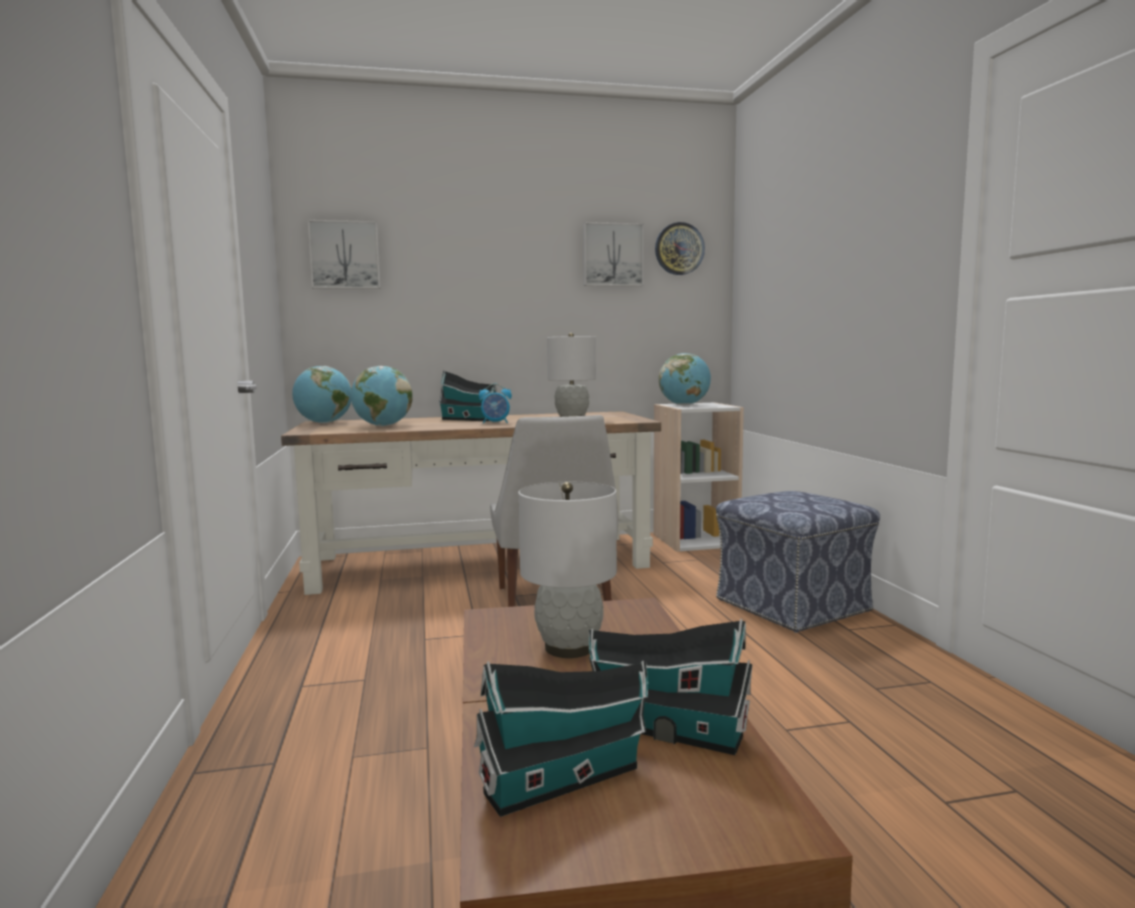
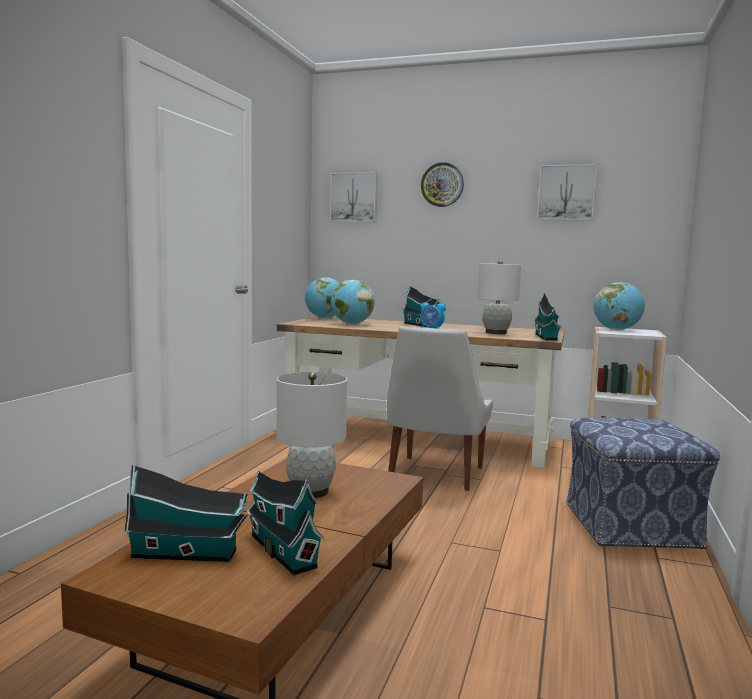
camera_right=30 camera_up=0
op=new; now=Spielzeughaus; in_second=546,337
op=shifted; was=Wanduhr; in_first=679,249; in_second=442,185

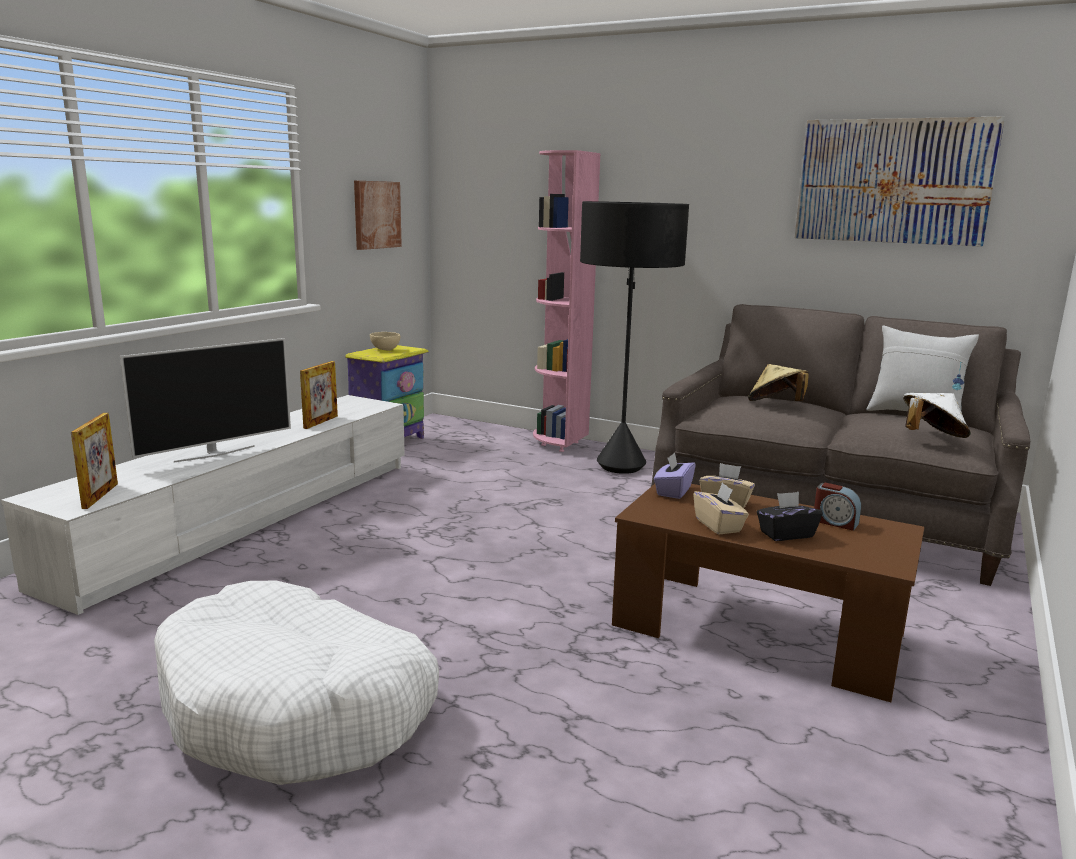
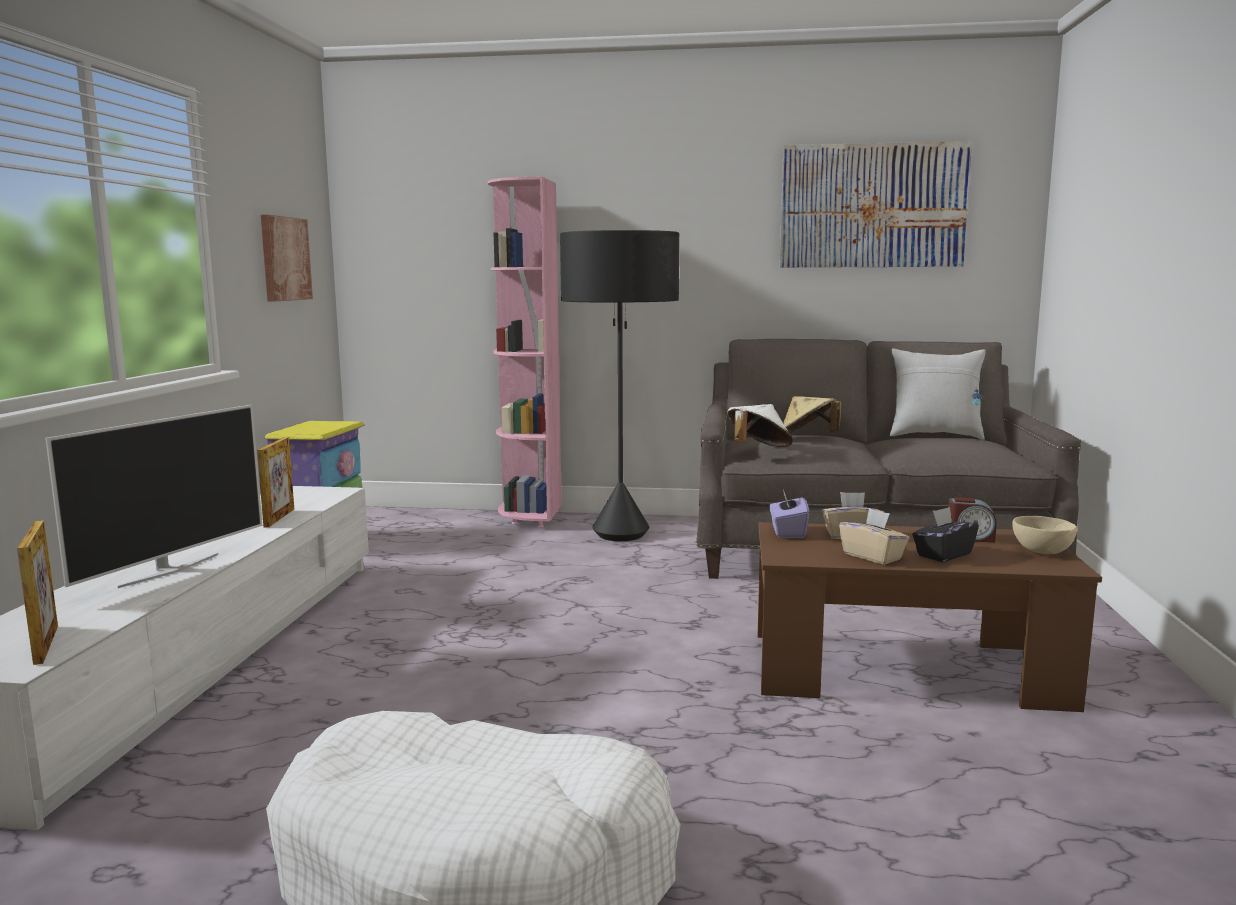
camera_right=-20 camera_up=-5
op=shifted; was=Schüssel (beige); in_first=385,350; in_second=1042,552
op=shifted; was=Hut (weiß); in_first=931,437; in_second=758,449

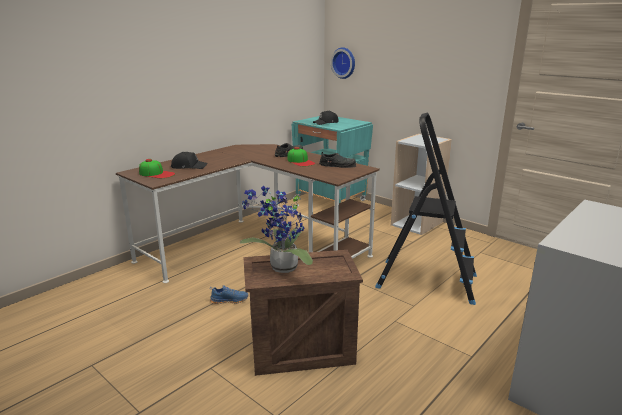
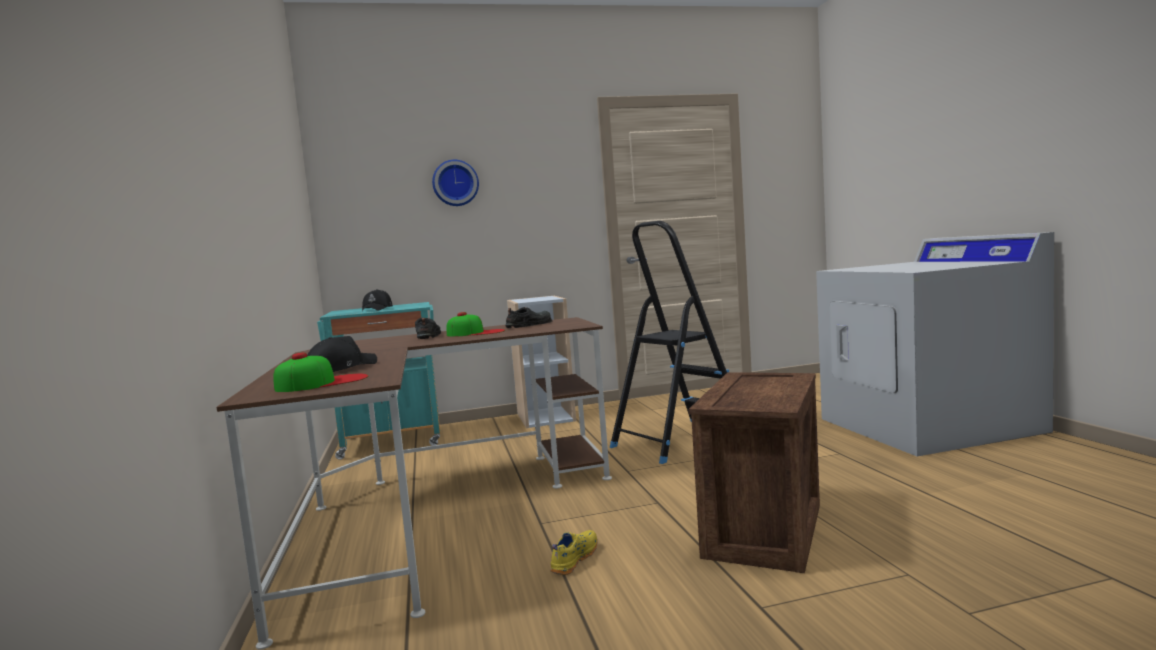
camera_right=-55 camera_up=-15
op=gone; was=Topfpflanze; in_first=281,268
op=shifted; was=Wanduhr; in_first=344,63; in_second=455,183
op=repainted; was=Schuh (blau); now=Schuh (gelb); in_first=229,300; in_second=573,559

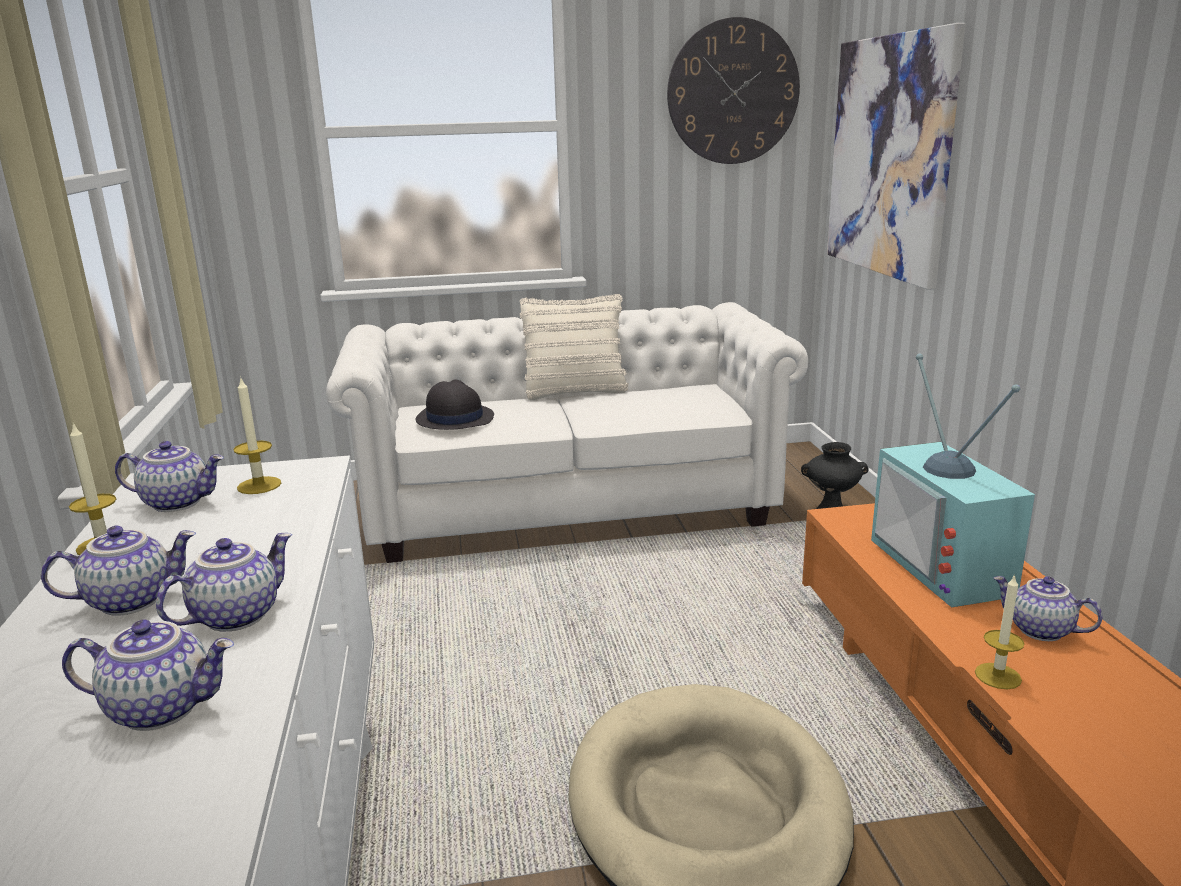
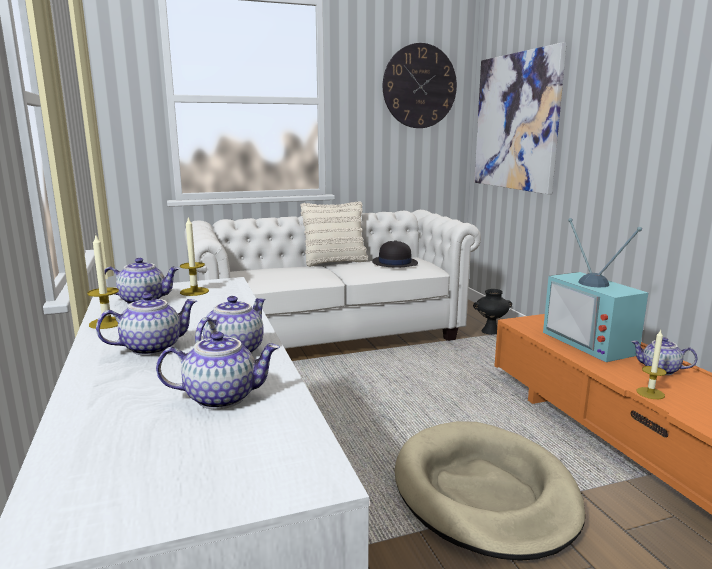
camera_right=-10 camera_up=-5
op=shifted; was=Hut (schwarz); in_first=454,418; in_second=394,263

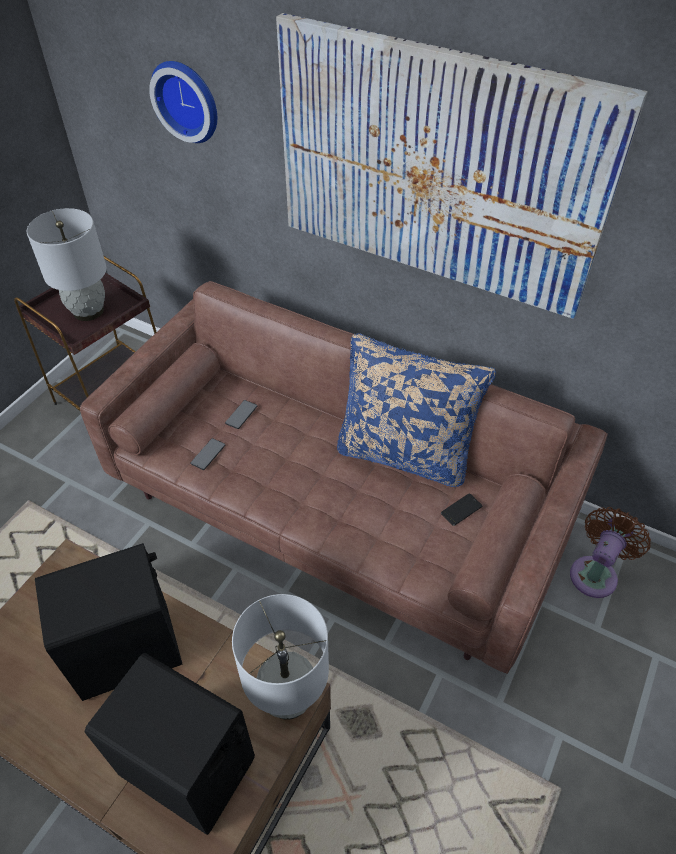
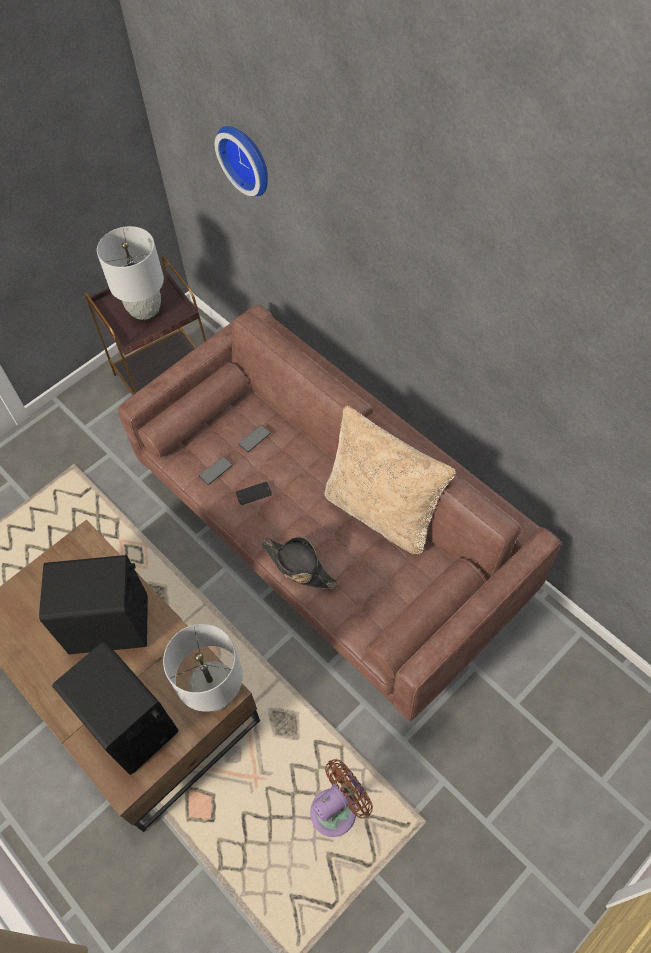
camera_right=20 camera_up=10
op=gone; was=Bild; in_first=435,169
op=new; now=Hut (schwarz); in_second=298,566
op=shifted; was=Handy; in_first=461,510; in_second=253,493
op=shifted; was=Ventilator (braun); in_first=595,573; in_second=338,809
op=repainted; was=Kissen (blau); now=Kissen (beige); in_first=404,458; in_second=382,514

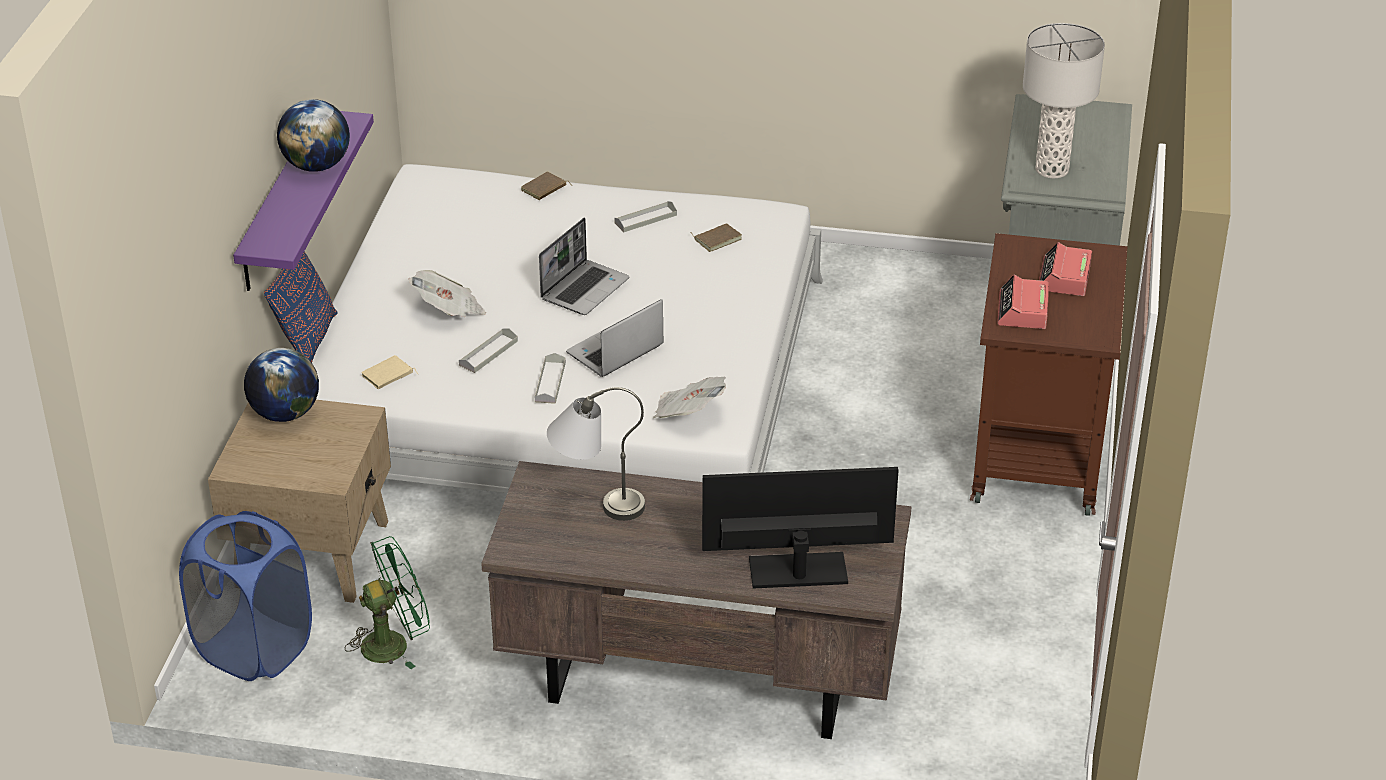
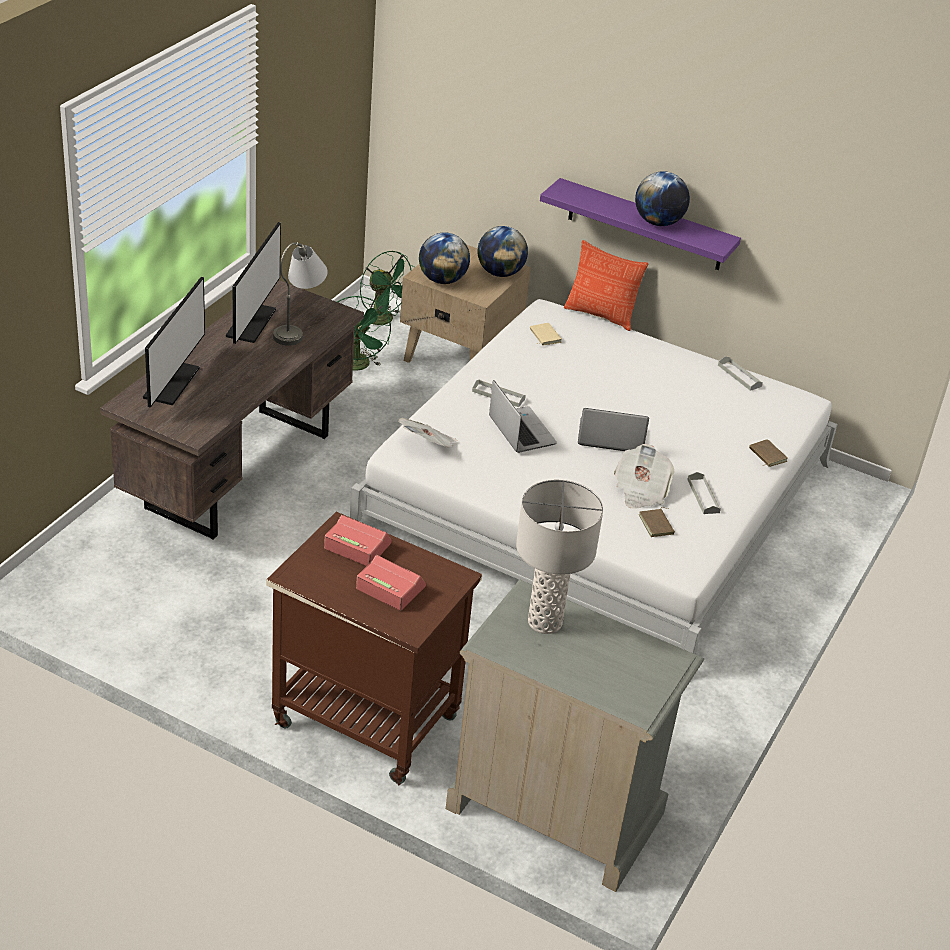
camera_right=105 camera_up=0
op=new; now=Monitor; in_second=251,323
op=new; now=Globus; in_second=442,280
op=shifted; was=Zeitung; in_first=449,310; in_second=640,491
op=shifted; was=Tablett (grau); in_first=488,353; in_second=739,376
op=swapped; was=Wäschekorb (blau); now=Ventilator (grün); in_first=254,648; in_second=384,320
op=repainted; was=Kissen (blau); now=Kissen (orange); in_first=307,342; in_second=601,315
op=rotated; was=Laptop; in_first=584,289; in_second=610,438; clockwise=135

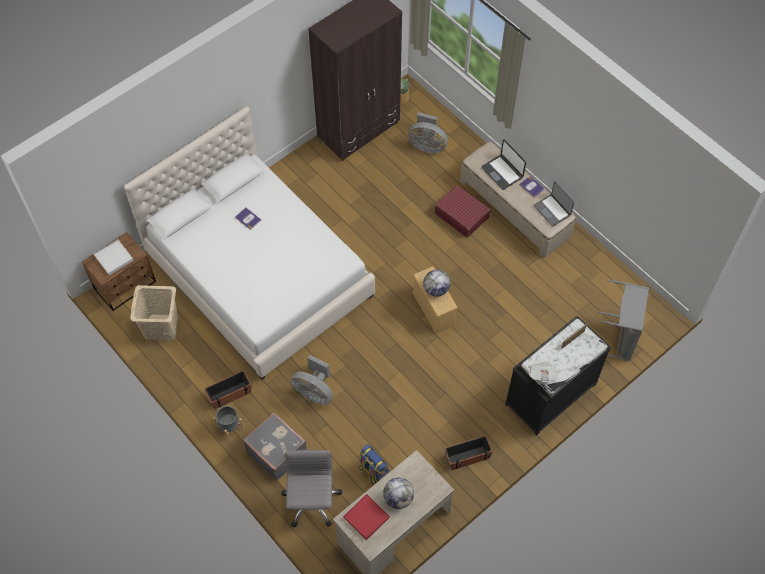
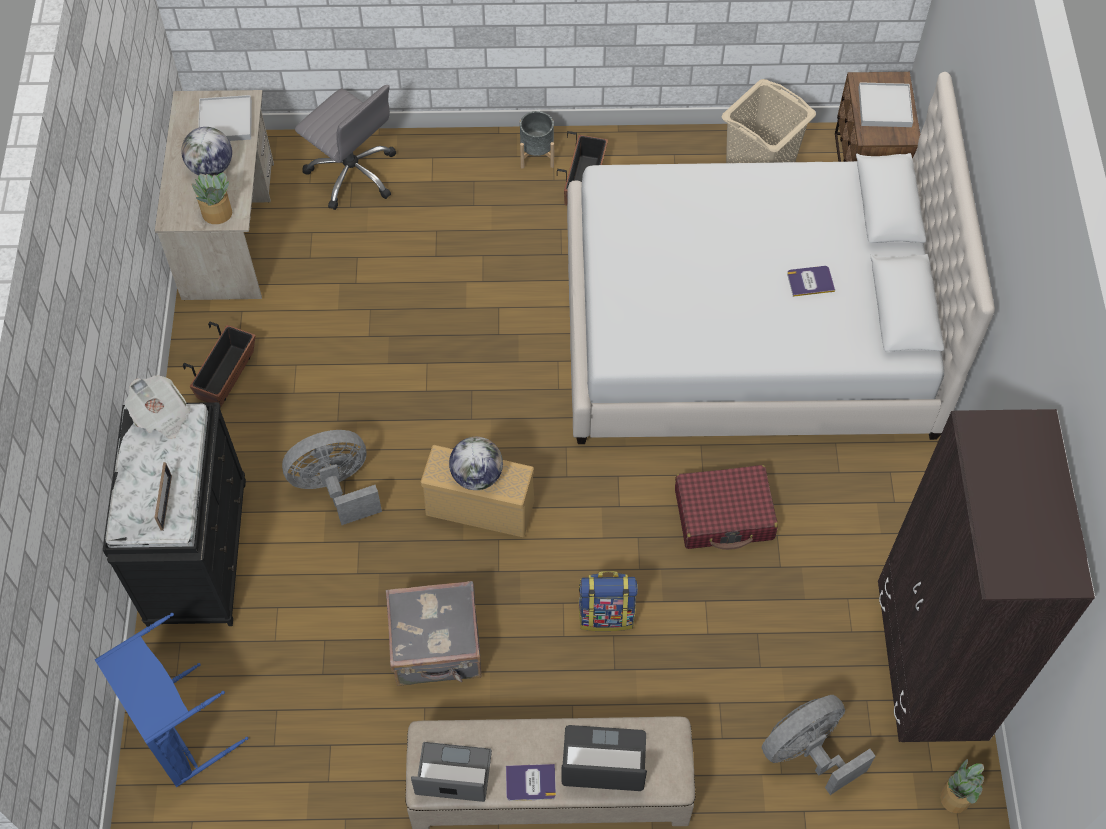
camera_right=130 camera_up=0
op=new; now=Topfpflanze; in_second=218,213
op=shifted; was=Koffer (grau); in_first=277,451; in_second=437,648
op=shifted; was=Ventilator (grau); in_first=314,392; in_second=336,488
op=shifted; was=Rucksack; in_first=373,472; in_second=606,614
op=shifted; was=Koffer (rot); in_first=461,215; in_second=724,514
op=repainted; was=Tablett (rot); now=Tablett (weiß); in_first=366,517; in_second=225,121
op=repainted; was=Wäschekorb (grau); now=Wäschekorb (blau); in_first=619,337; in_second=176,732

